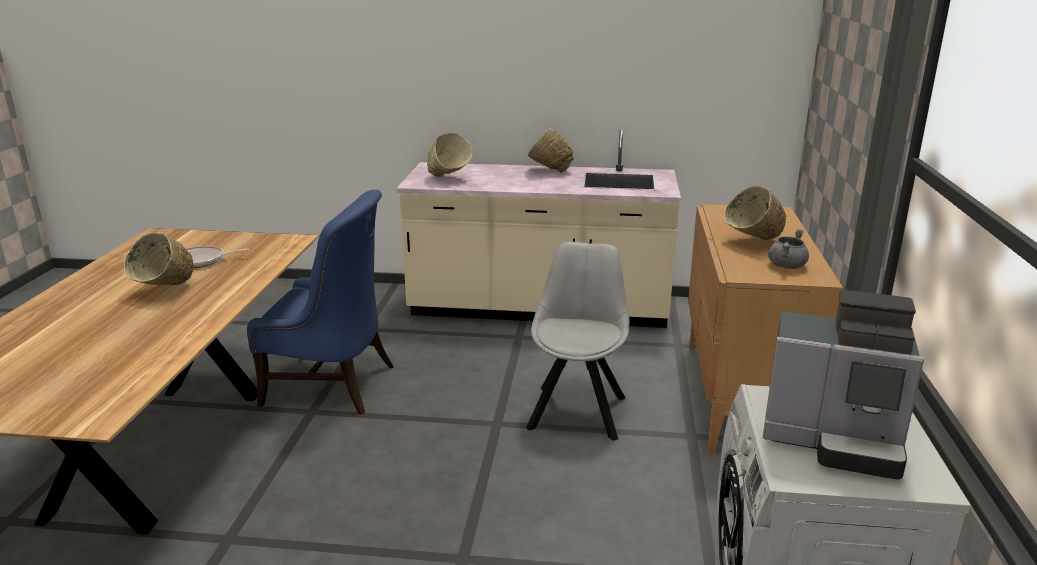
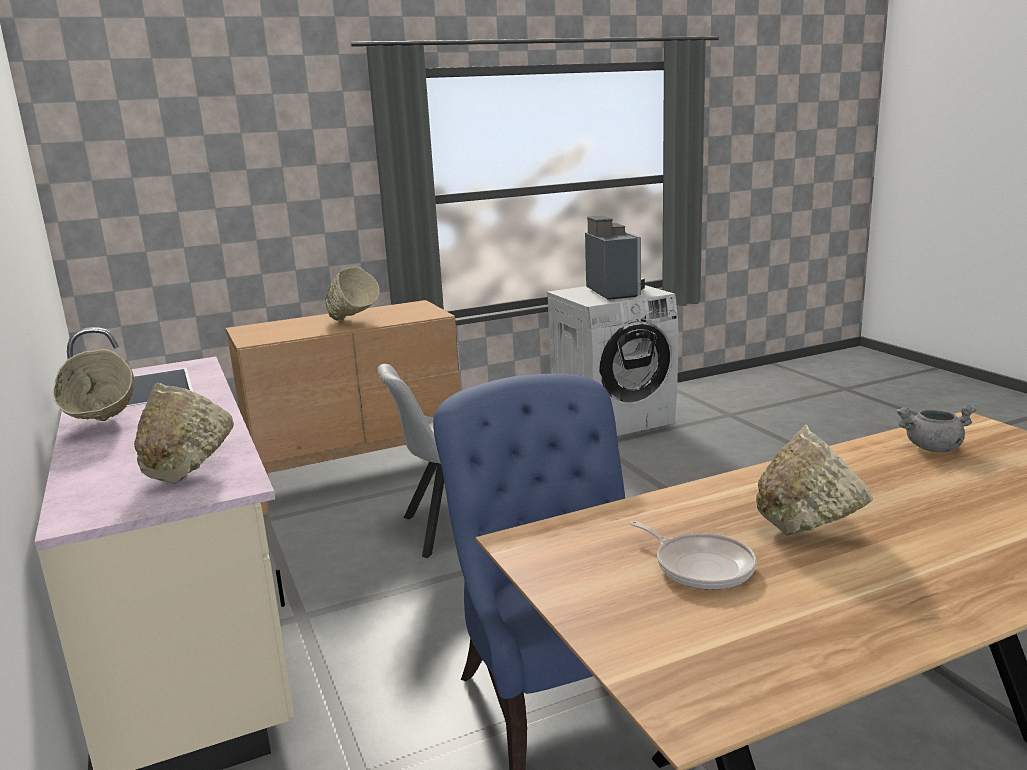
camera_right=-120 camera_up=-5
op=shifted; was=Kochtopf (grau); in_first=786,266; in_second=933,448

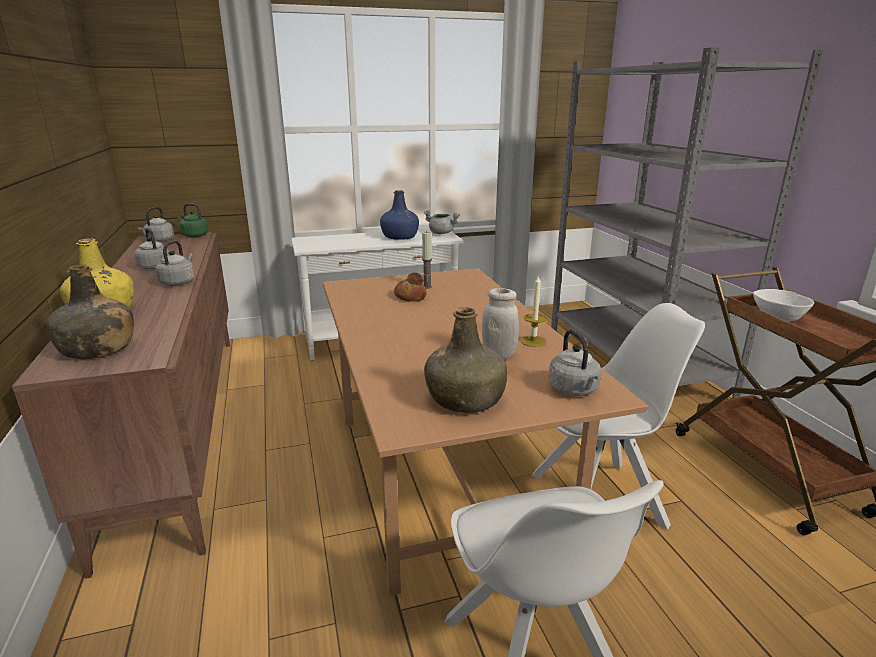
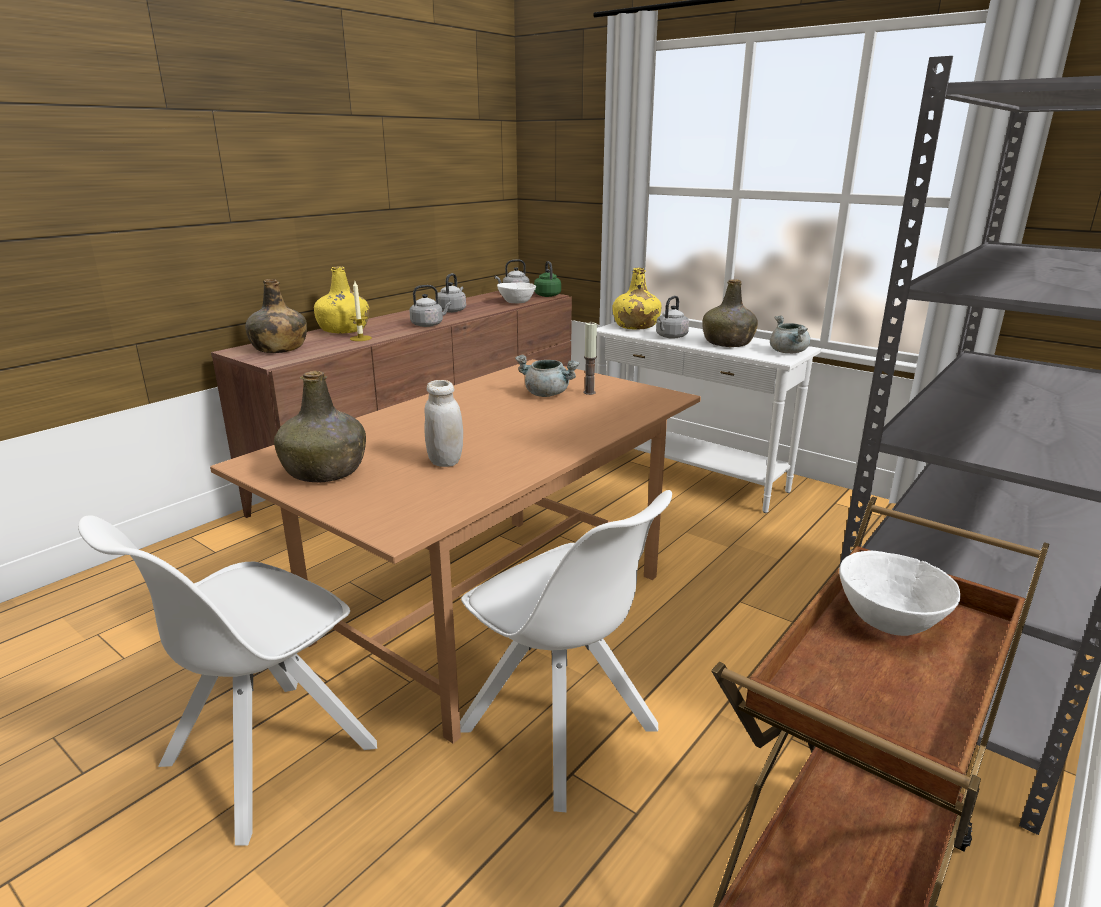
camera_right=55 camera_up=0
op=new; now=Schüssel (weiß); in_second=517,302
op=new; now=Flasche (gelb); in_second=635,326
op=shifted; was=Kerze; in_first=533,341; in_second=360,338
op=shifted; was=Wasserkessel (grau); in_first=574,390; in_second=670,337
op=swapped; was=Brot; now=Kochtopf (grau); in_first=410,297; in_second=547,394
op=repainted; was=Flasche (blau); now=Flasche (grün); in_first=400,237; in_second=728,343

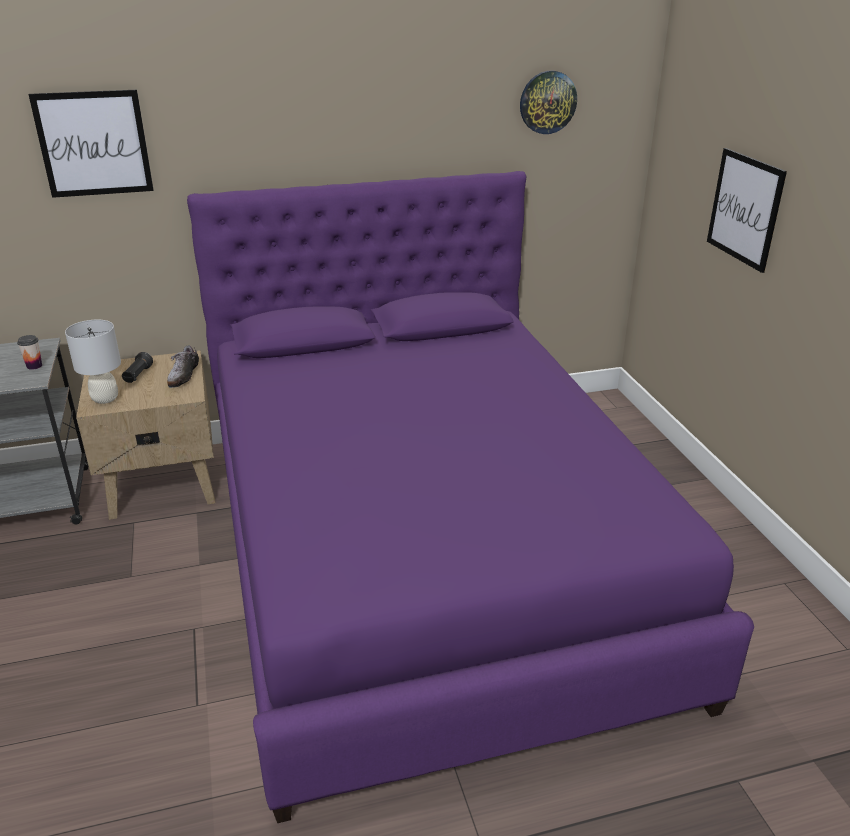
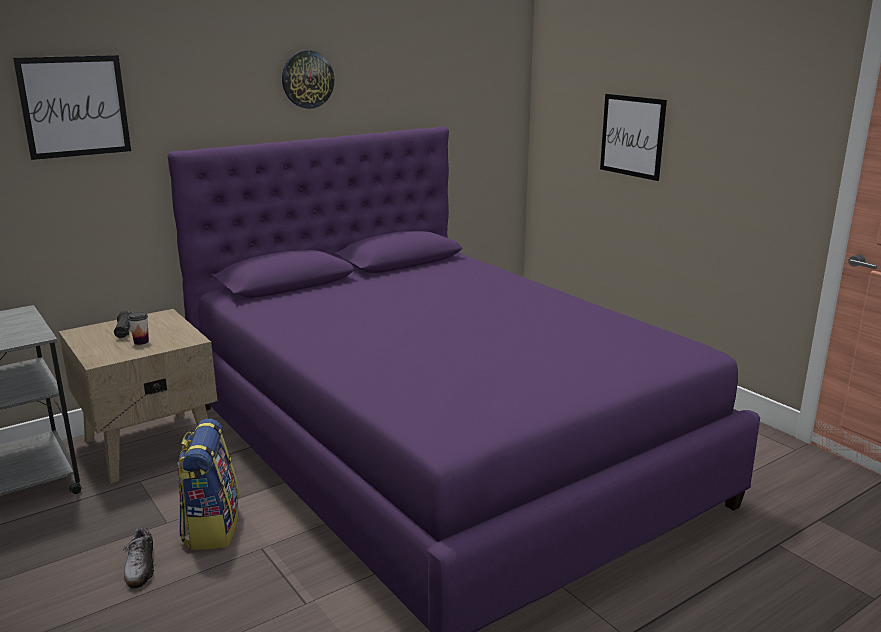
camera_right=-20 camera_up=-10
op=gone; was=Tischlampe (grau); in_first=106,400
op=new; now=Rucksack; in_second=211,527
op=shifted; was=Tasse; in_first=34,366; in_second=141,342
op=shifted; was=Schuh; in_first=183,375; in_second=140,567
op=shifted; was=Wanduhr; in_first=547,102; in_second=307,79

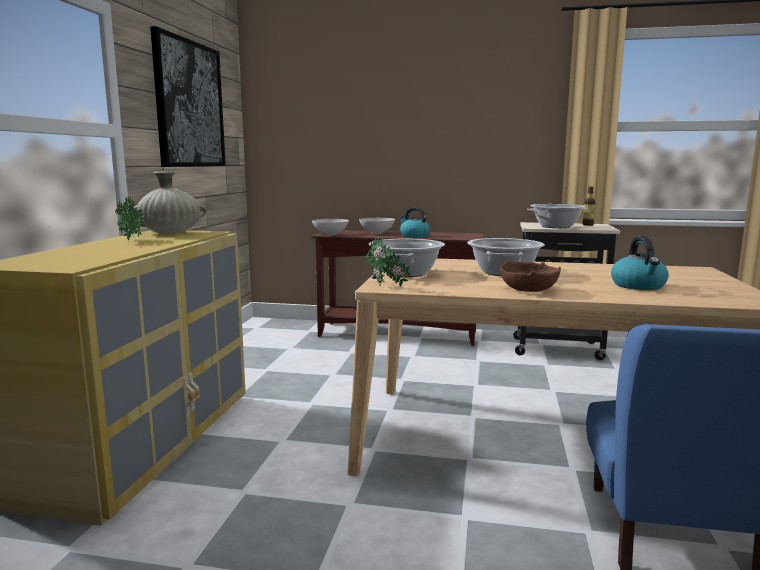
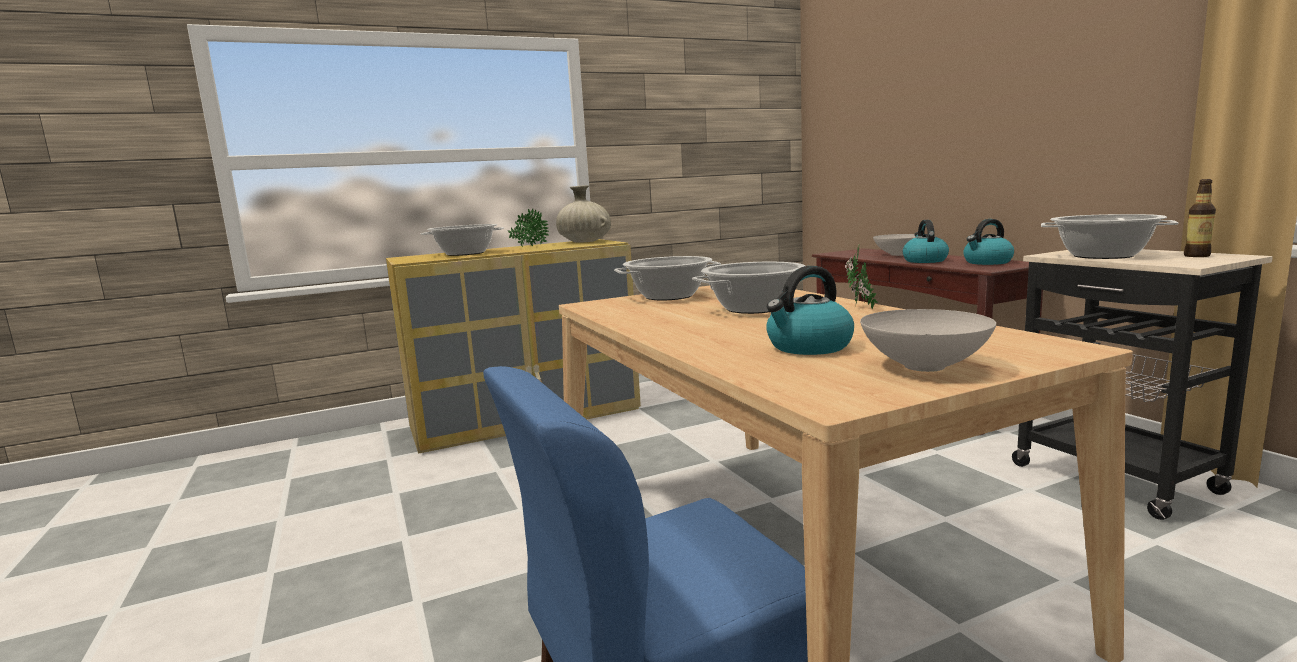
camera_right=55 camera_up=0
op=gone; was=Bild; in_first=189,104
op=gone; was=Schüssel (braun); in_first=528,290
op=new; now=Kochtopf; in_second=465,253
op=new; now=Wasserkessel; in_second=987,262
op=shifted; was=Schüssel (weiß); in_first=330,234; in_second=922,366
op=shifted; was=Topfpflanze; in_first=386,287; in_second=861,308

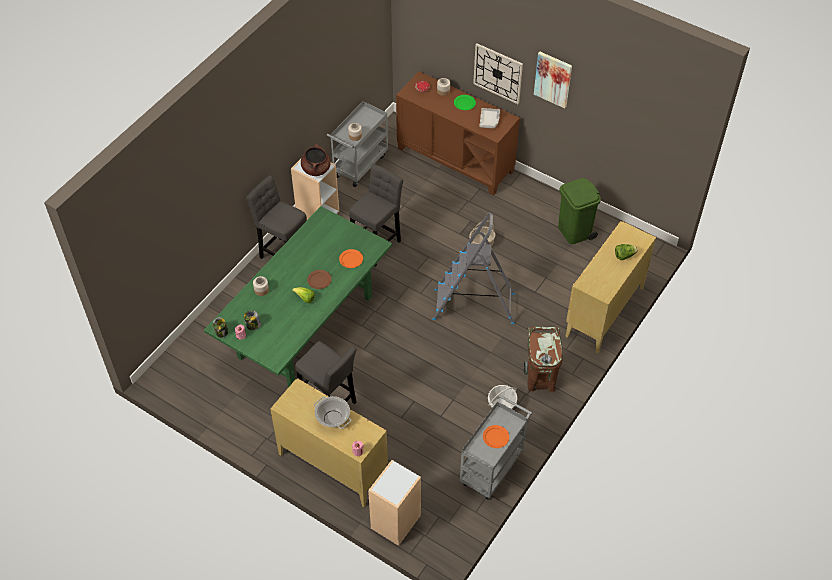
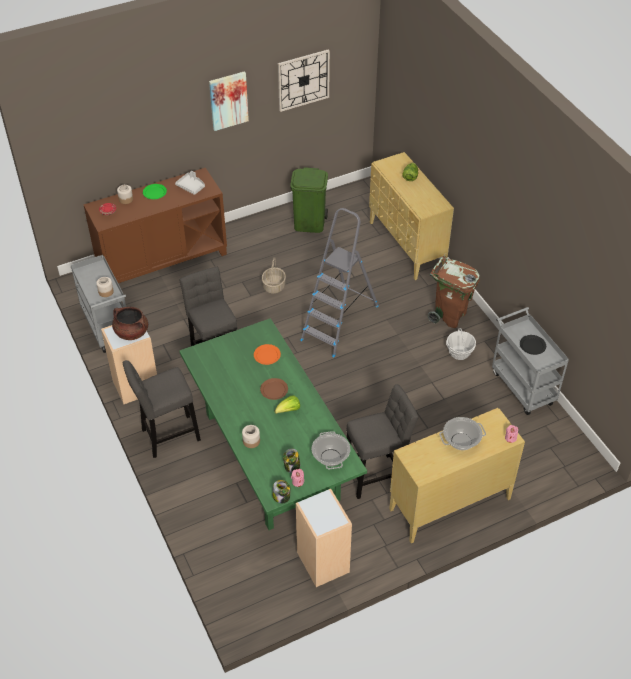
camera_right=-60 camera_up=-5
op=new; now=Kochtopf; in_second=330,457
op=shifted; was=Bücherregal; in_first=395,522; in_second=323,563
op=shifted; was=Wanduhr; in_first=498,73; in_second=303,80
op=repainted; was=Teller (orange); now=Teller (schwarz); in_first=495,437; in_second=532,346

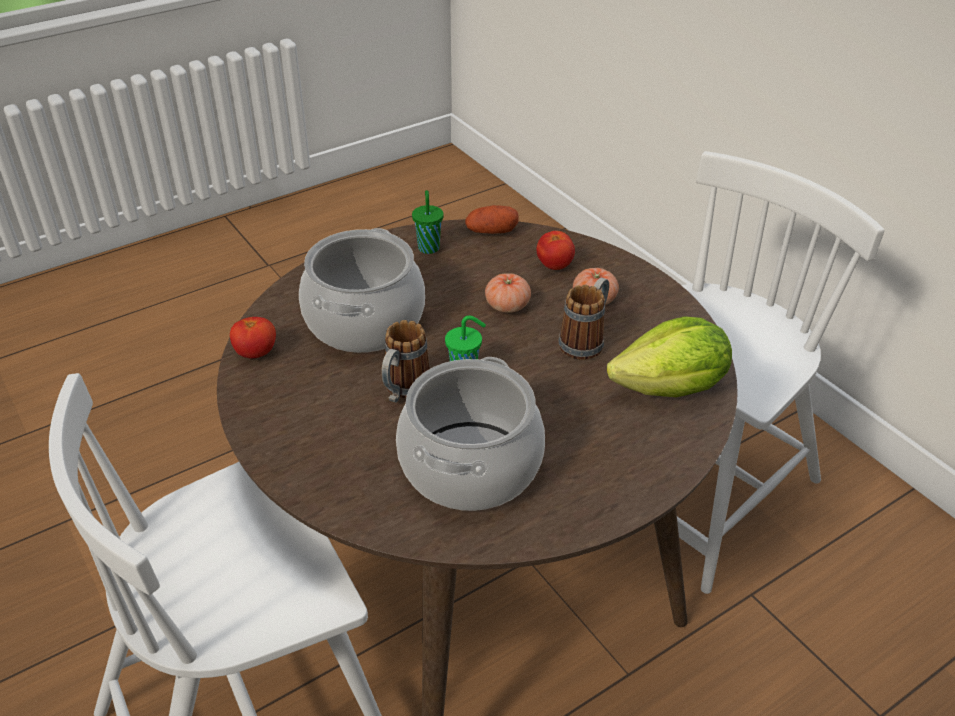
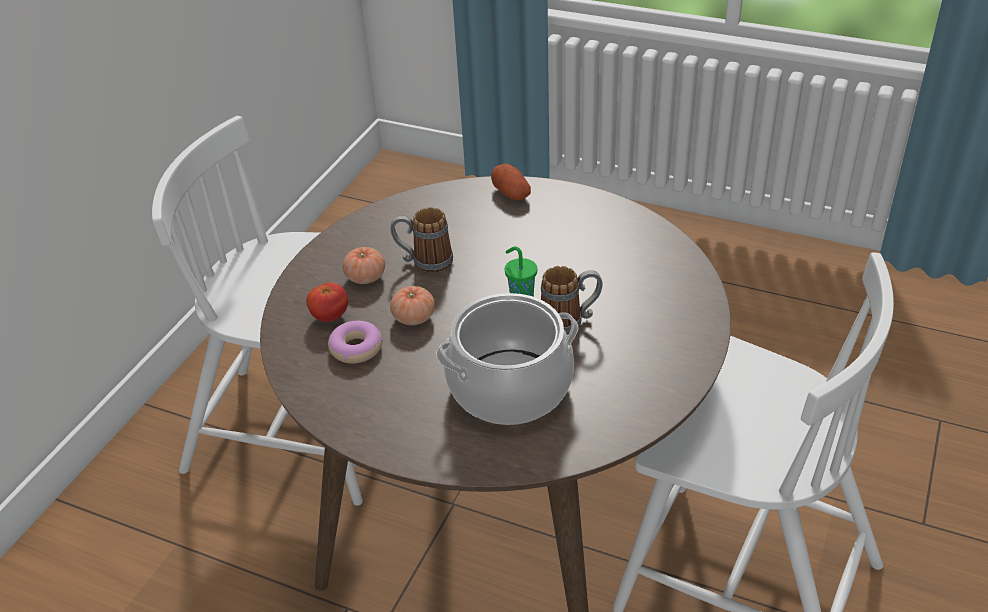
camera_right=-120 camera_up=0
op=gone; was=Tomate; in_first=256,353
op=gone; was=Kochtopf; in_first=471,466
op=gone; was=Tasse (grün); in_first=428,247
op=gone; was=Salatkopf; in_first=671,389
op=new; now=Donut; in_second=356,348
op=shifted; was=Kartoffel; in_first=491,231; in_second=511,193

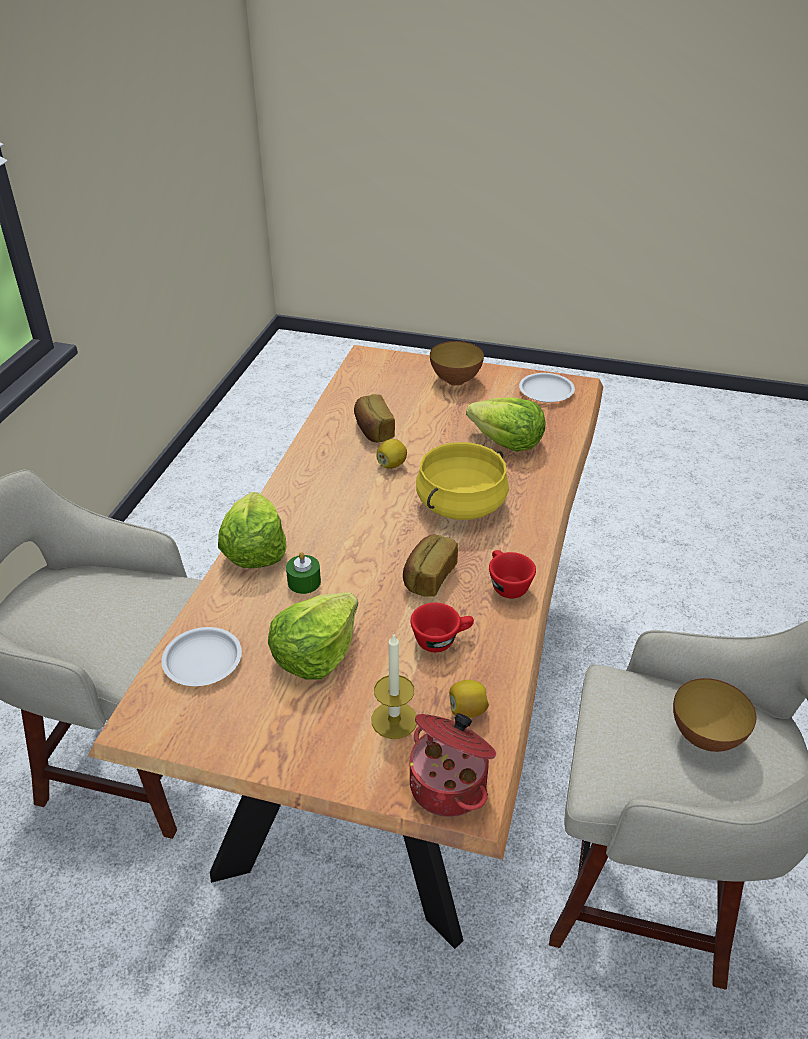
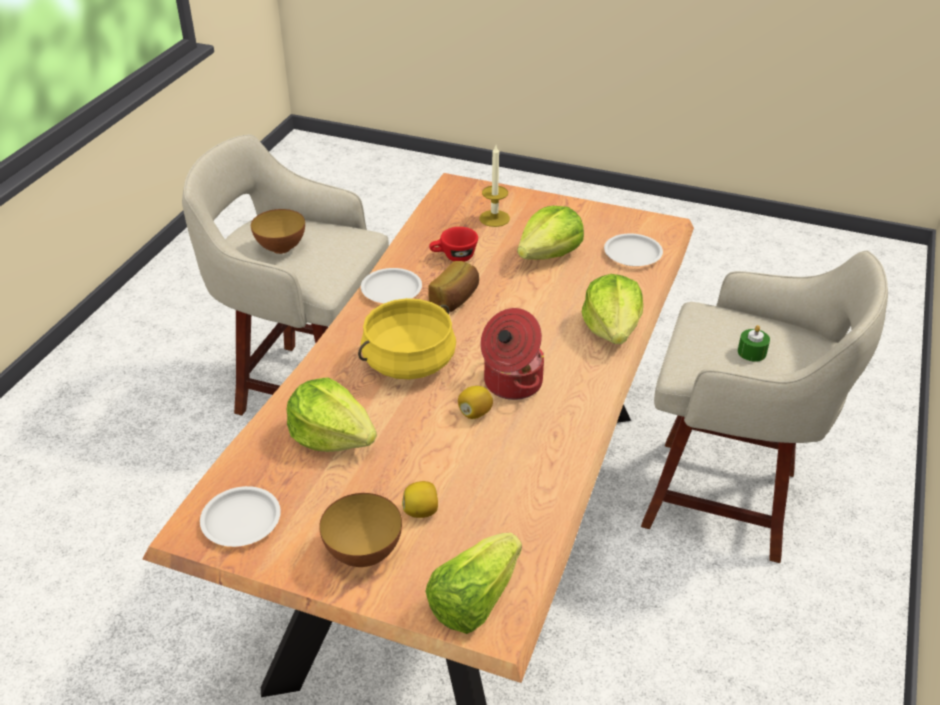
camera_right=-175 camera_up=0
op=gone; was=Brot; in_first=373,430
op=new; now=Salatkopf; in_second=474,600
op=shifted; was=Kerze (grün); in_first=304,582; in_second=752,352
op=shifted; was=Kochtopf; in_first=450,785; in_second=511,383
op=shifted; was=Zitrone; in_first=467,710; in_second=421,511
op=swapped; was=Tasse (rot); now=Teller (weiß); in_first=506,584; in_second=391,290

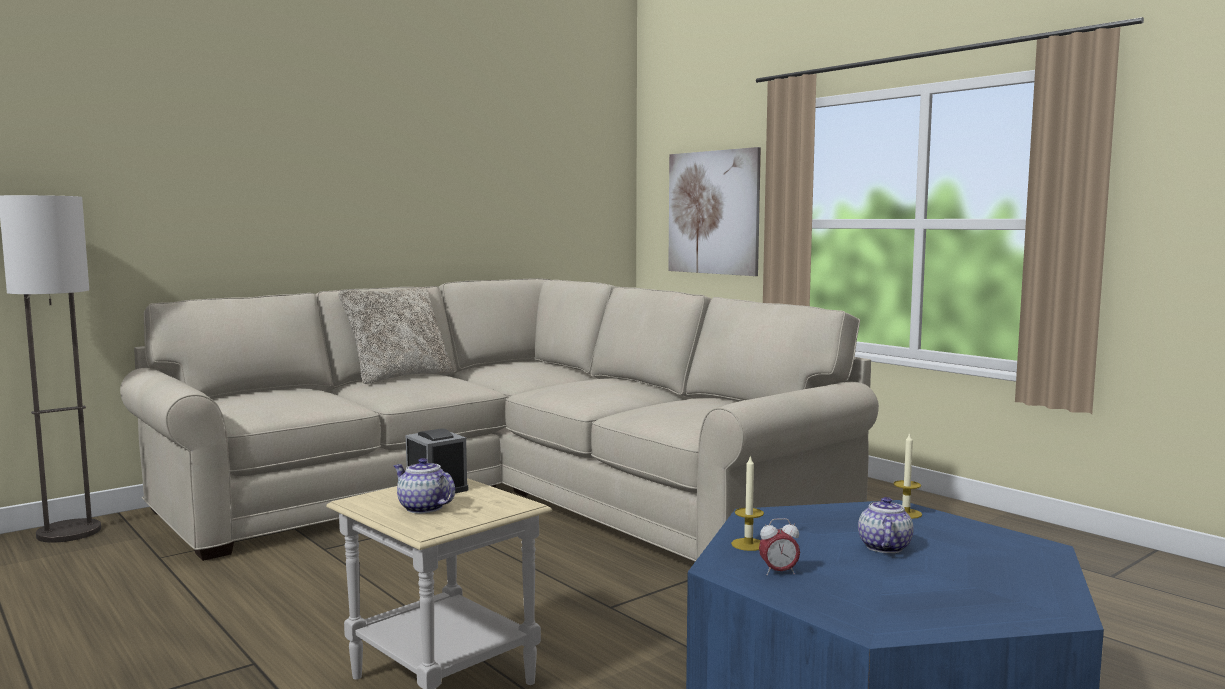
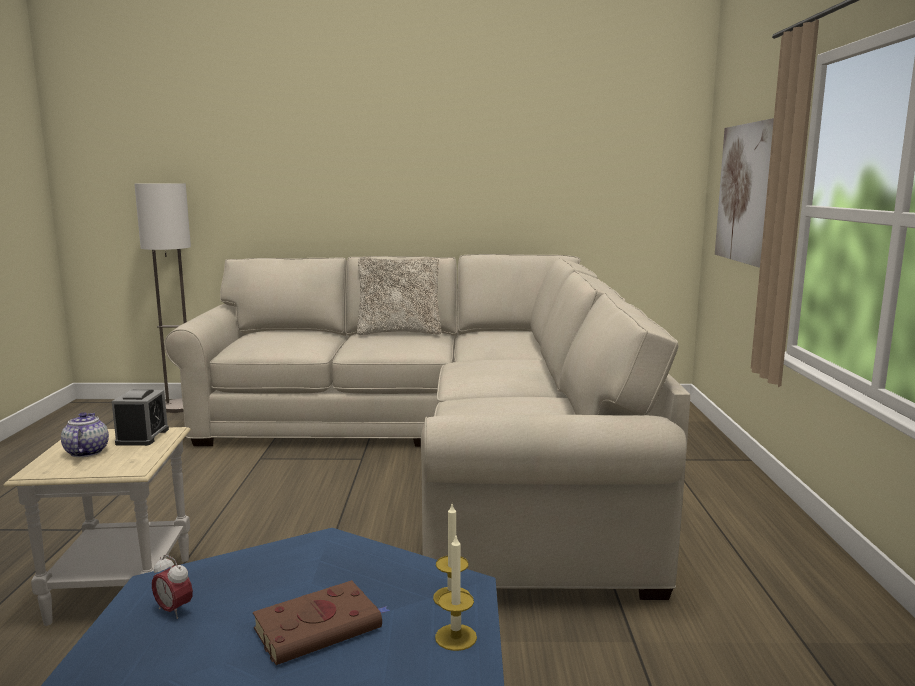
camera_right=40 camera_up=5
op=shifted; was=Kerze; in_first=748,544; in_second=456,637
op=swapped; was=Teekanne; now=Buch (braun); in_first=883,546; in_second=321,627

